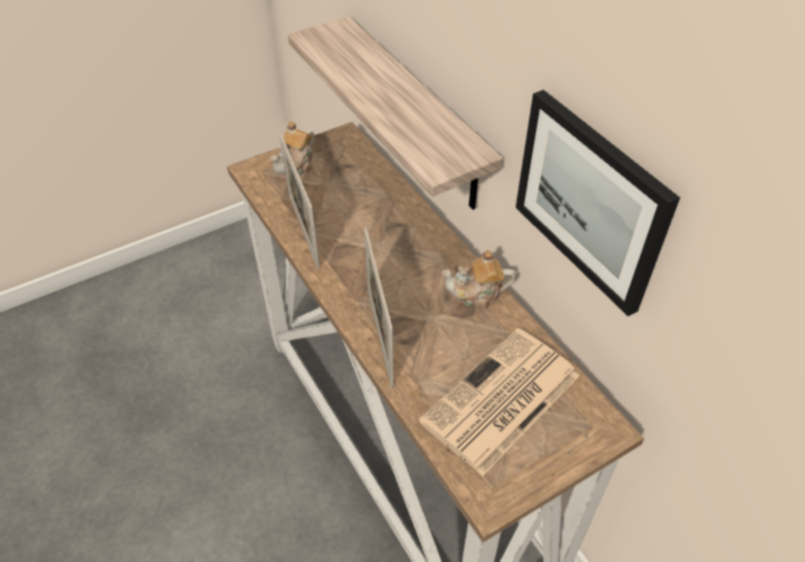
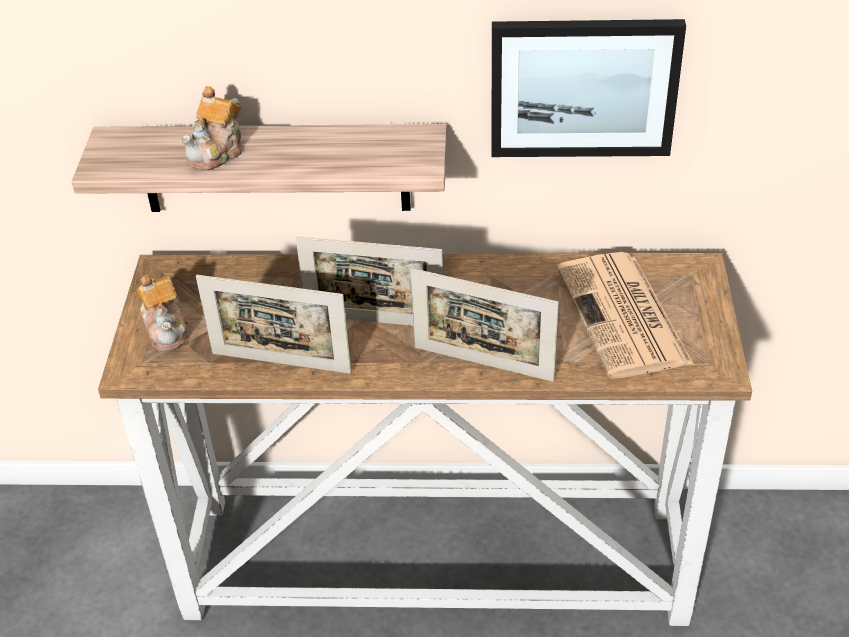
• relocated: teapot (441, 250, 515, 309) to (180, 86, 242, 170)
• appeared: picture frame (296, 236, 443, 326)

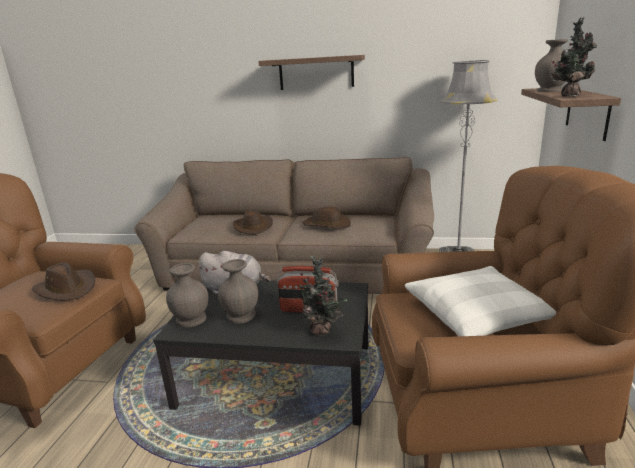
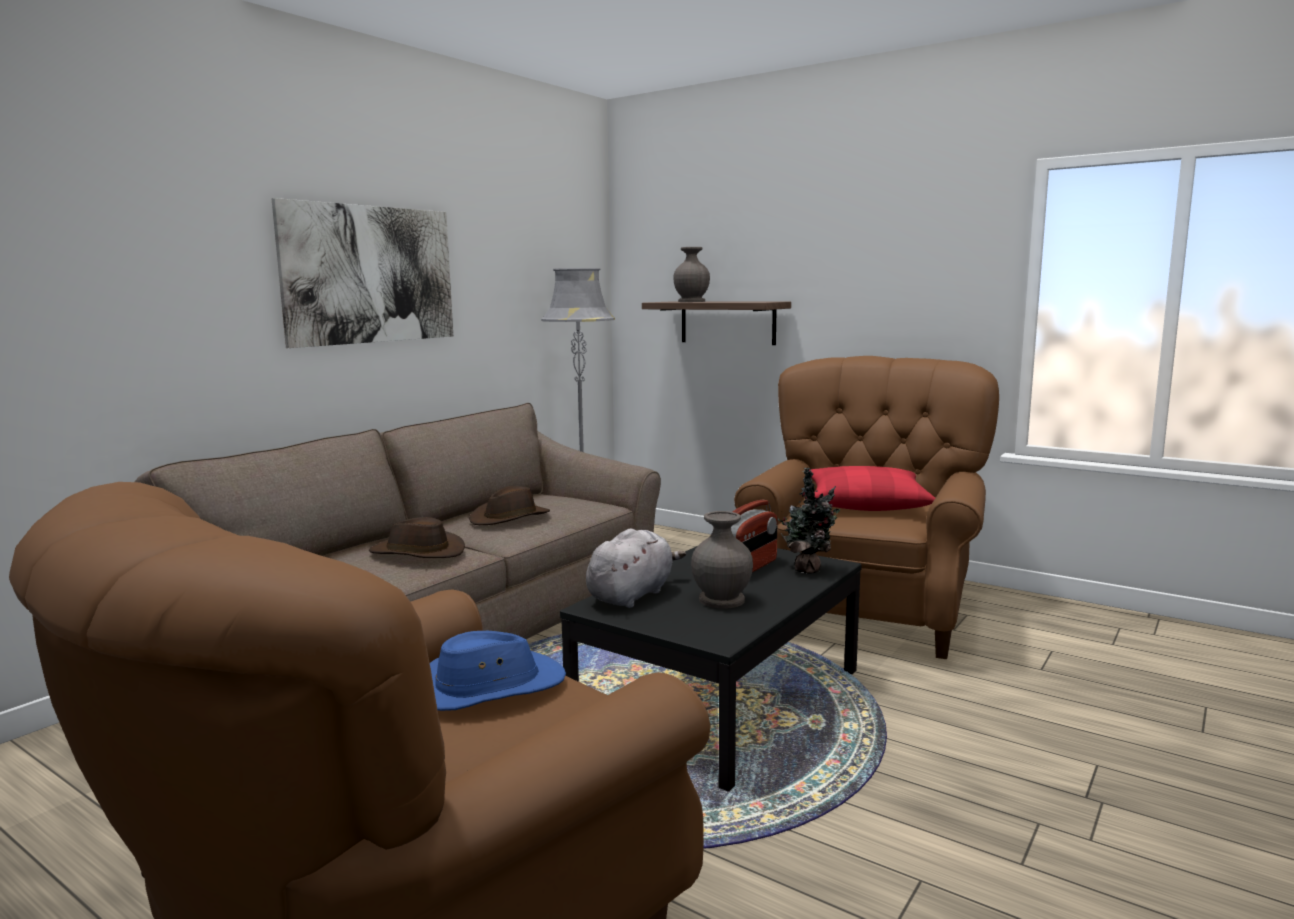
• missing: potted plant (550, 17, 598, 96)
• exchanged: shelf (258, 55, 365, 90) to picture (272, 198, 453, 348)
• colour: hat (brown) (32, 263, 95, 301) to hat (blue) (430, 631, 566, 711)
• missing: vase (grey) (166, 263, 208, 327)
• colour: pillow (white) (405, 266, 556, 336) to pillow (red) (809, 466, 935, 511)

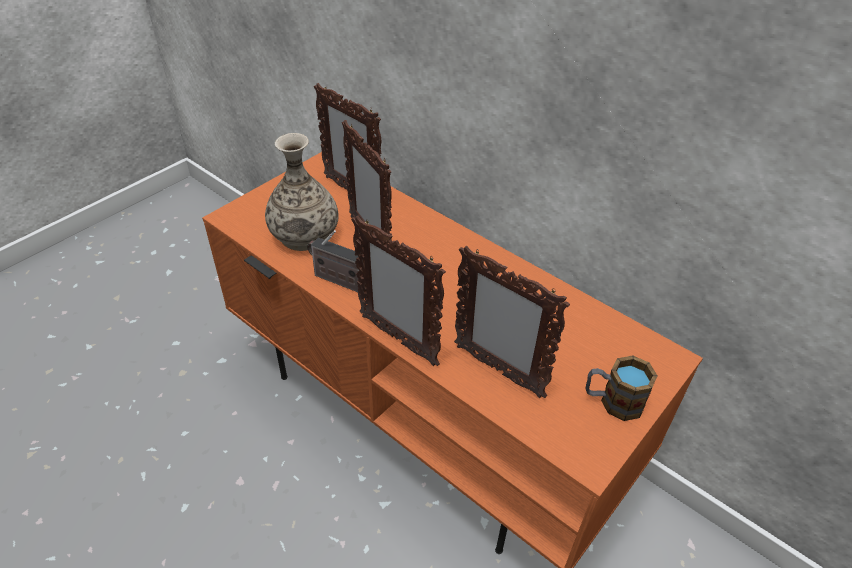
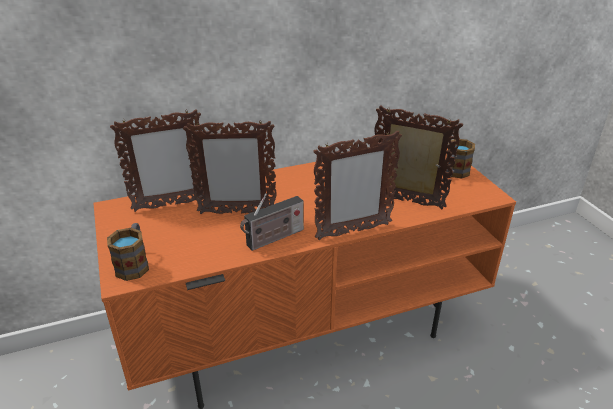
• missing: vase (265, 133, 339, 251)
• spun: picture frame (454, 246, 570, 398) = (375, 105, 463, 209) 135 degrees counterclockwise
• appeared: mug (107, 223, 149, 281)

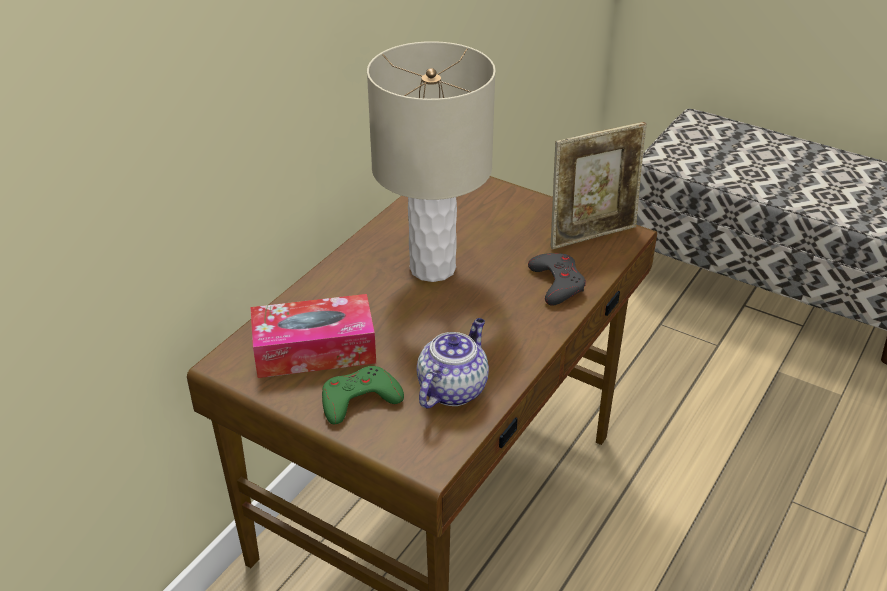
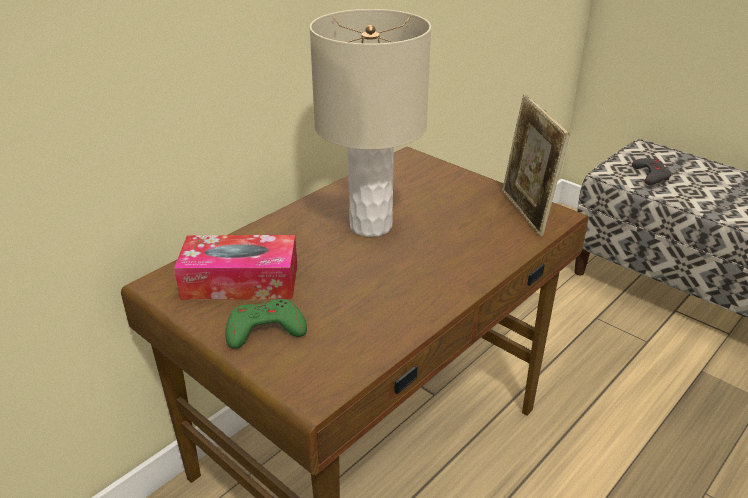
• spun: picture frame (551, 122, 647, 250) = (502, 94, 570, 236) 90 degrees clockwise
• relocated: game controller (grey) (528, 253, 586, 306) to (632, 158, 671, 185)
• missing: teapot (417, 318, 489, 408)

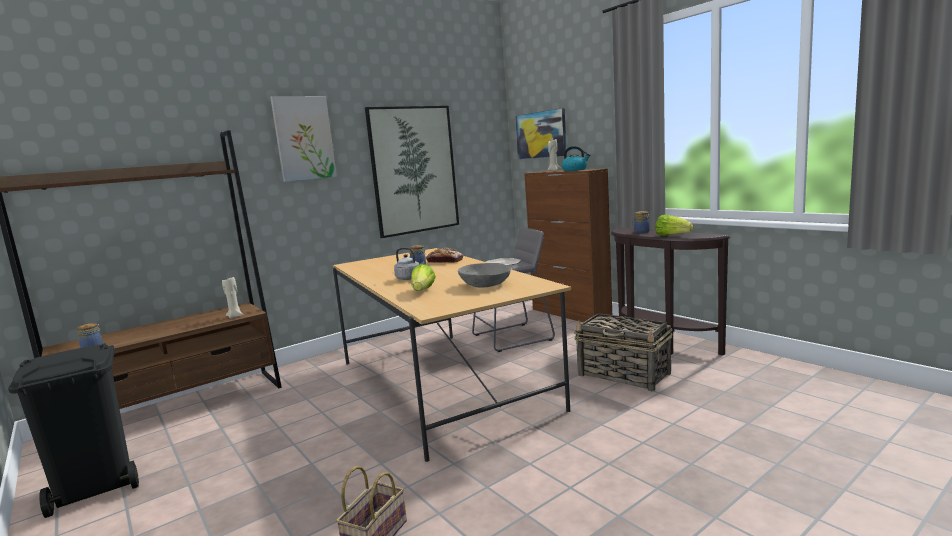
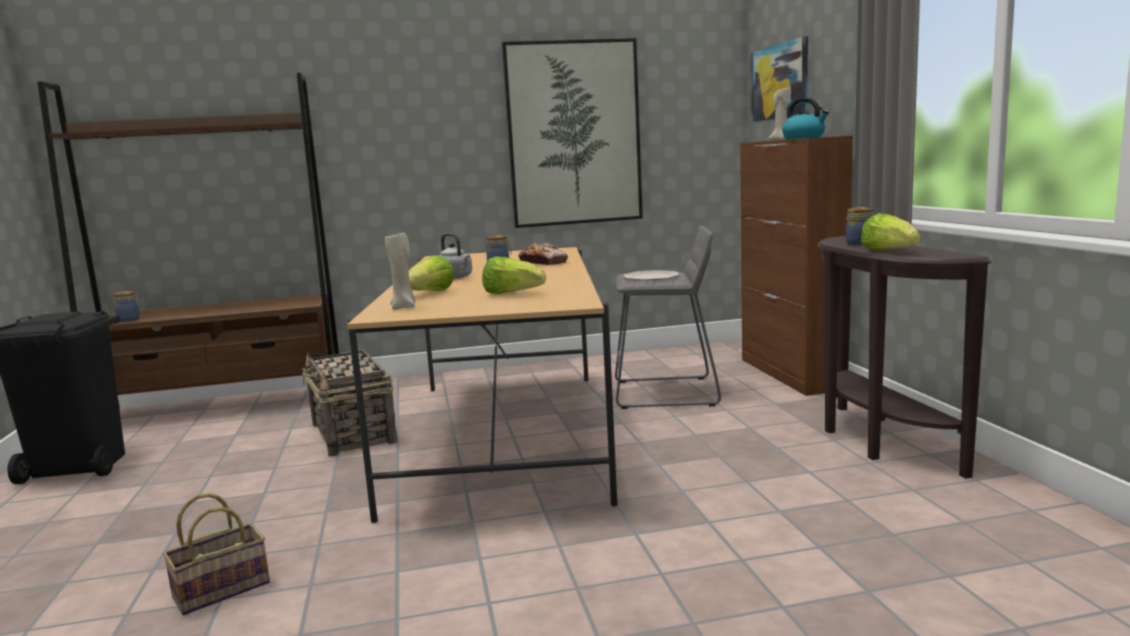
• missing: picture (270, 96, 337, 182)
• exchanged: bowl (grey) (458, 263, 511, 287) to lettuce (482, 256, 546, 294)
• relocated: candle (beige) (222, 277, 243, 319) to (385, 233, 416, 310)
• relocated: basket (574, 313, 672, 392) to (302, 350, 397, 456)

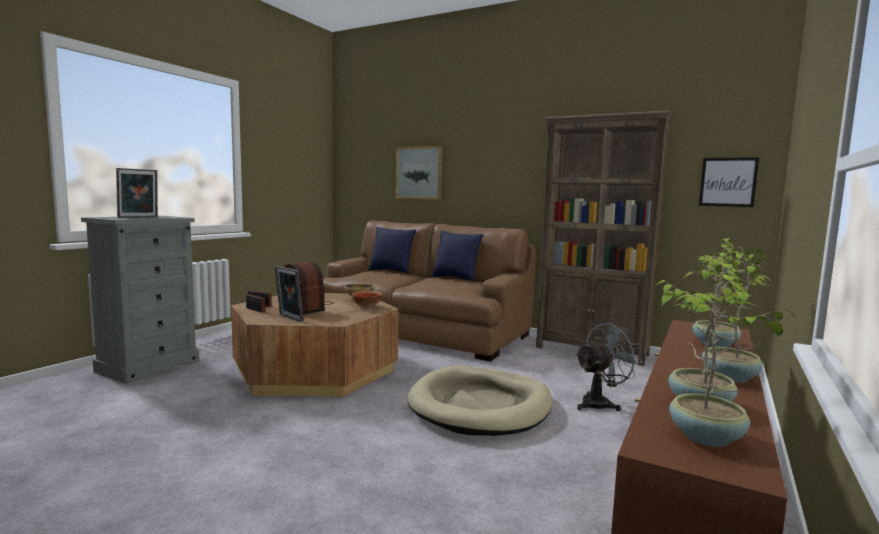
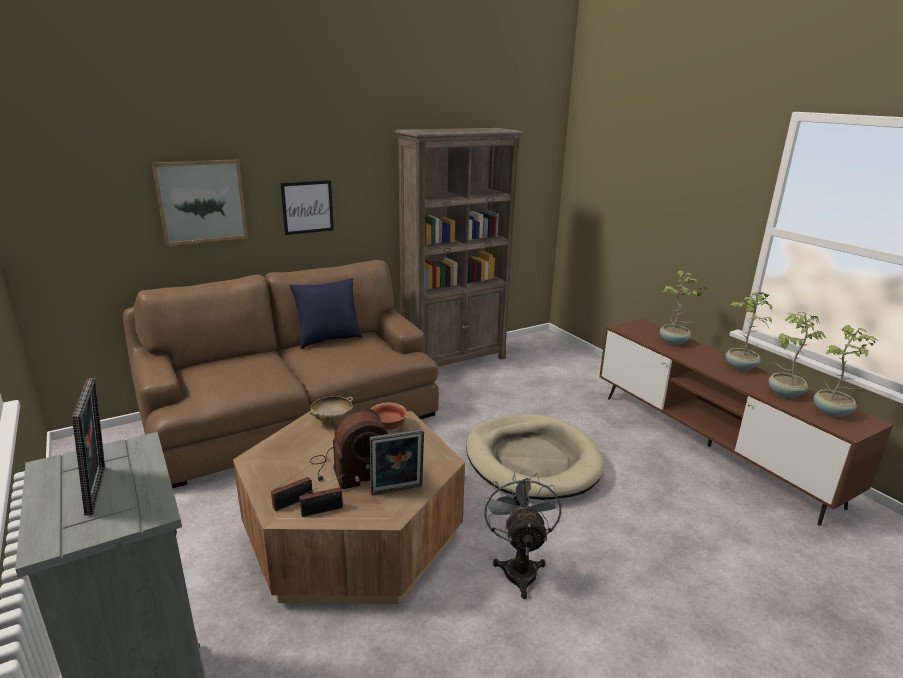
• relocated: picture (699, 157, 759, 207) to (280, 180, 334, 235)
• missing: pillow (blue) (369, 227, 416, 274)
• relocated: fan (grey) (575, 323, 643, 411) to (484, 471, 561, 599)

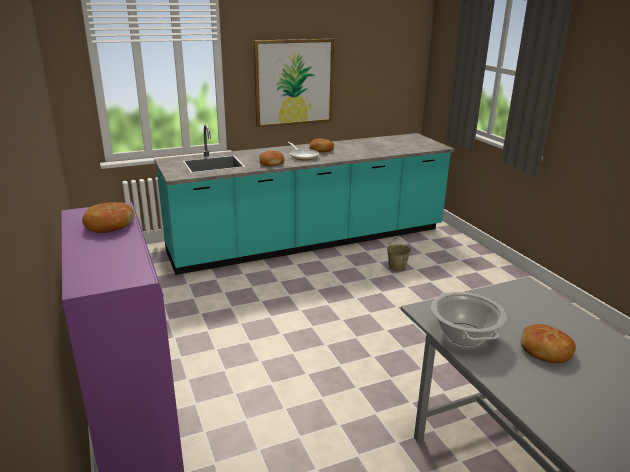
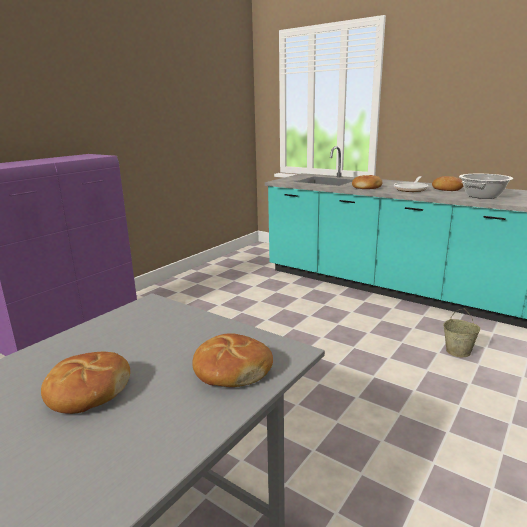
• missing: picture (254, 39, 334, 128)
• relocated: bread (82, 202, 134, 233) to (192, 333, 273, 387)
• relocated: cooking pot (431, 292, 507, 346) to (459, 174, 513, 199)

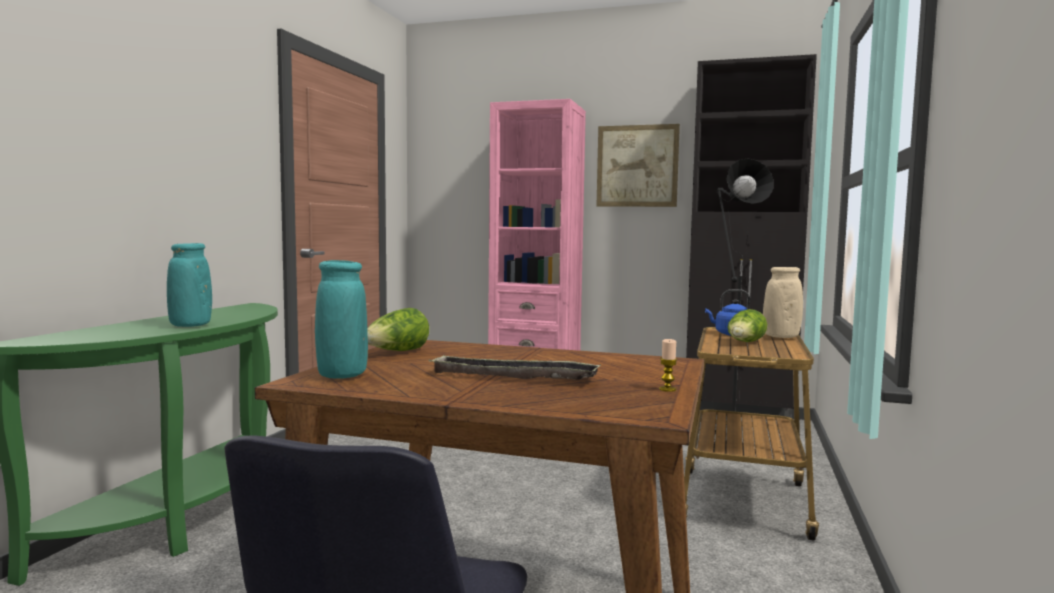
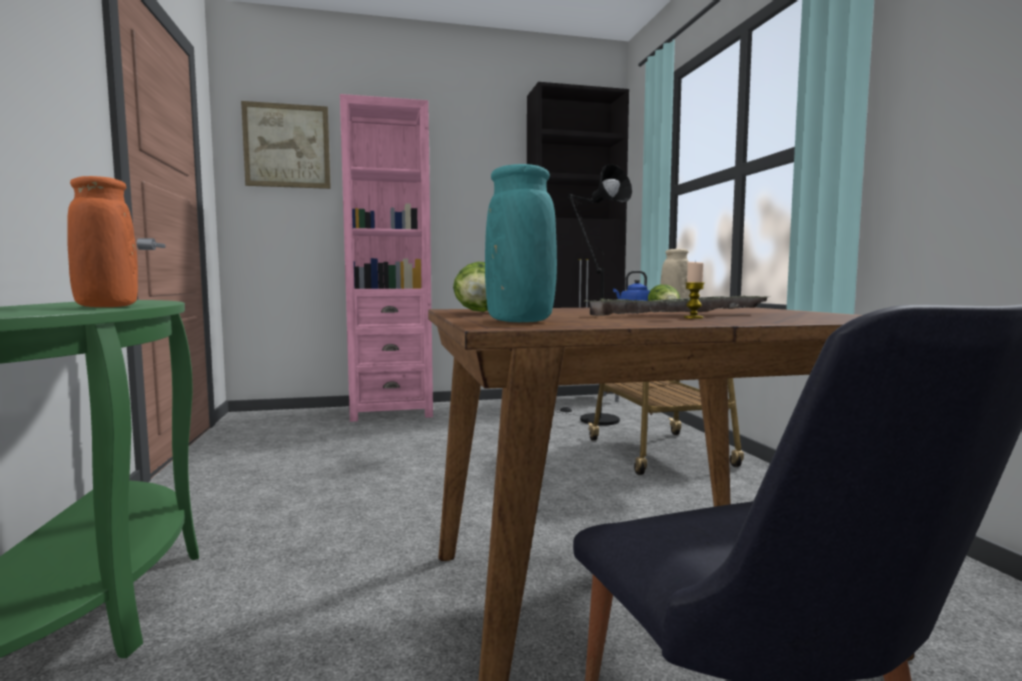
• relocated: picture (596, 124, 680, 207) to (241, 101, 331, 189)
• colour: vase (turquoise) (167, 243, 212, 327) to vase (orange) (67, 176, 138, 307)
• relocated: candle (659, 339, 678, 392) to (684, 261, 705, 319)

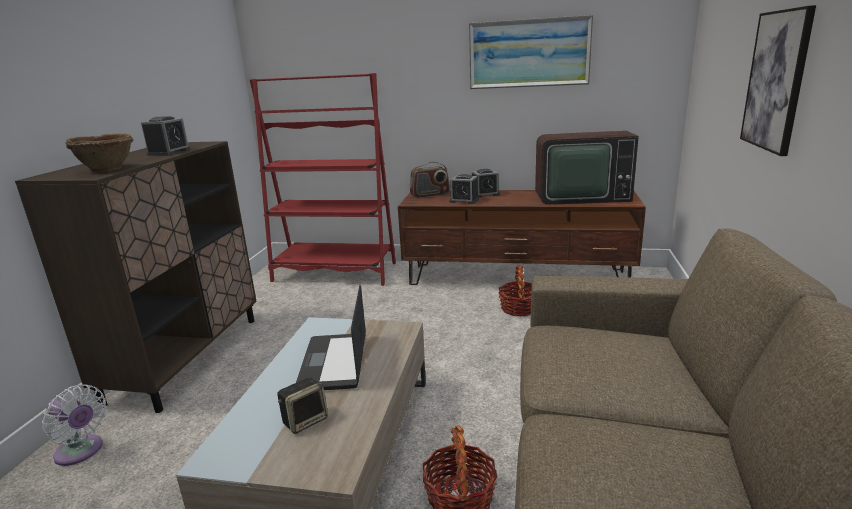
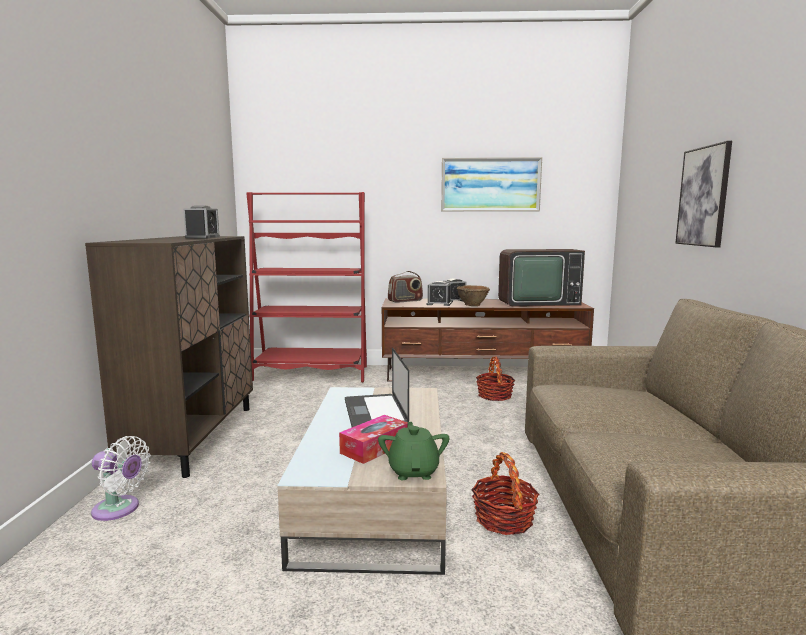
• relocated: bowl (brown) (66, 134, 133, 172) to (457, 285, 490, 306)
• exchanged: speaker (277, 377, 328, 434) to tissue box (339, 415, 408, 464)
• appeared: teapot (green) (378, 422, 449, 480)

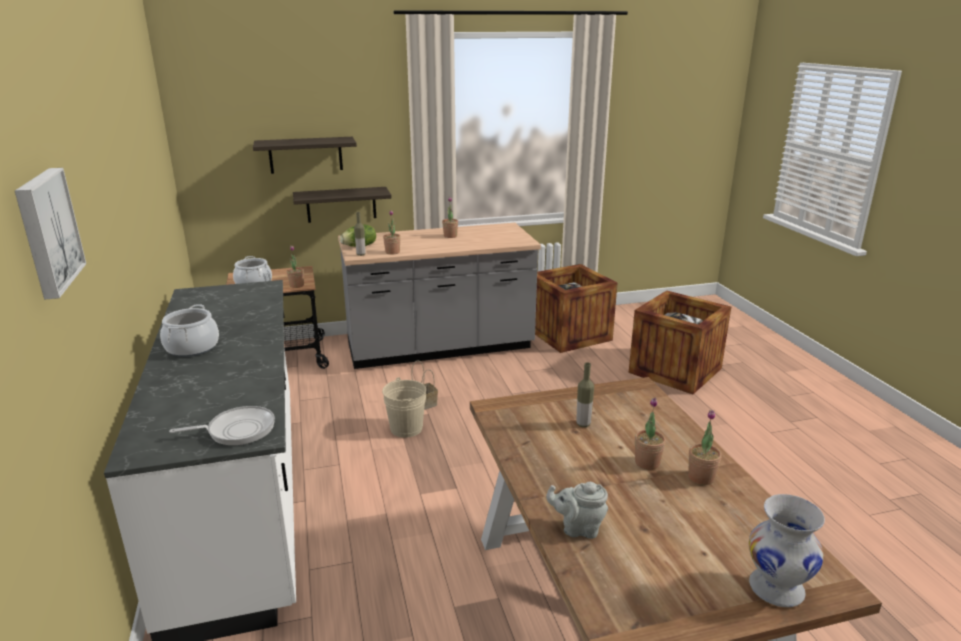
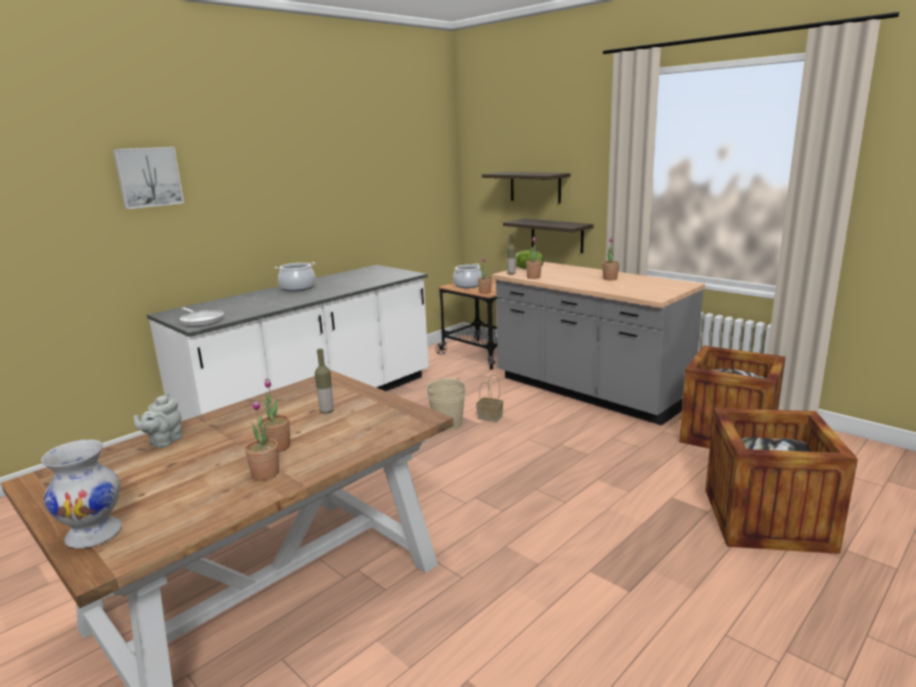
• spun: teapot (grey) (546, 482, 608, 539) = (133, 393, 182, 448) 135 degrees counterclockwise

